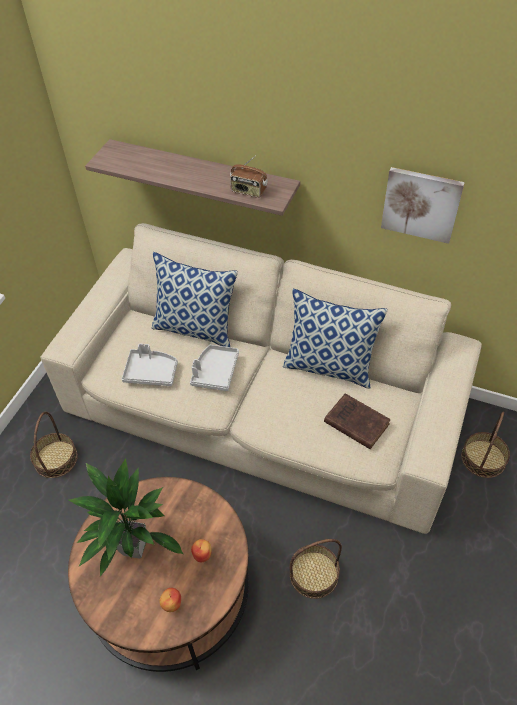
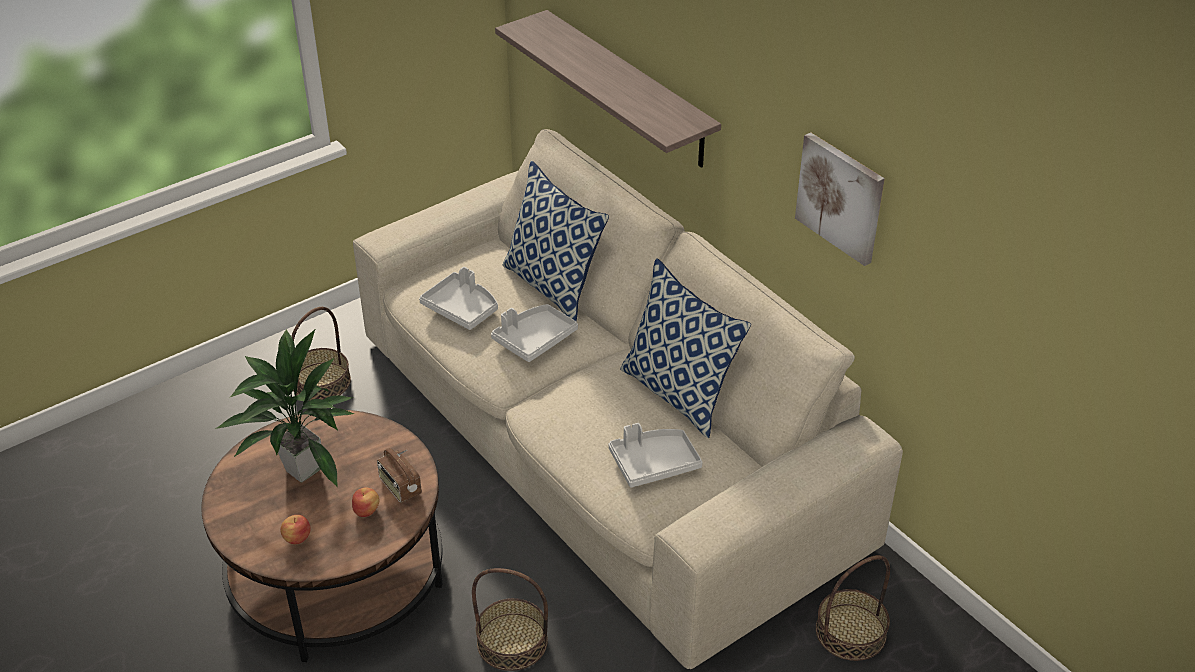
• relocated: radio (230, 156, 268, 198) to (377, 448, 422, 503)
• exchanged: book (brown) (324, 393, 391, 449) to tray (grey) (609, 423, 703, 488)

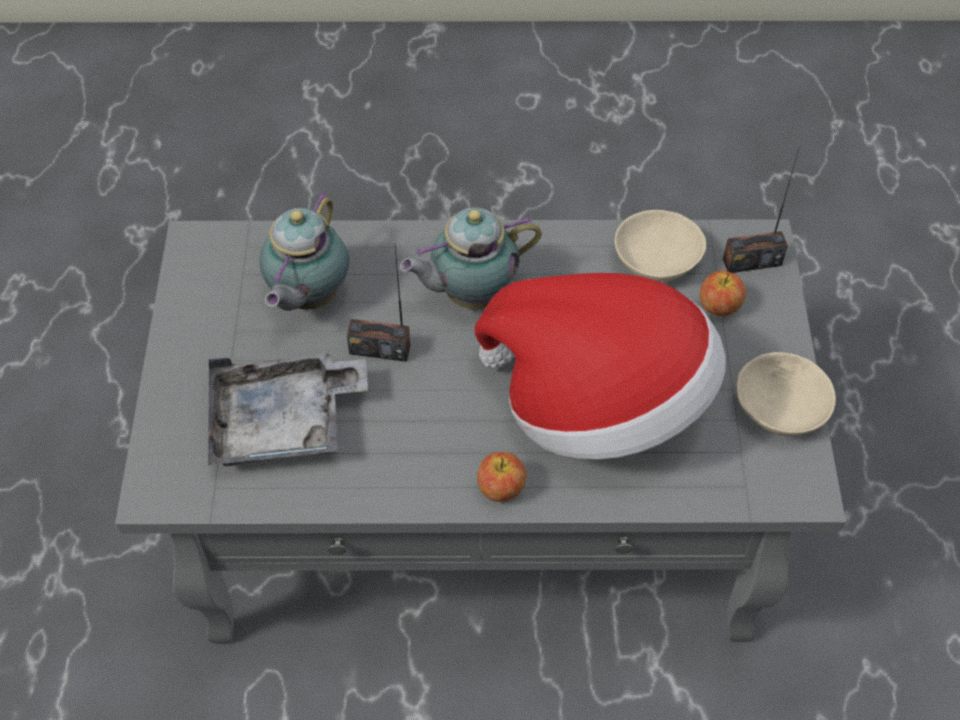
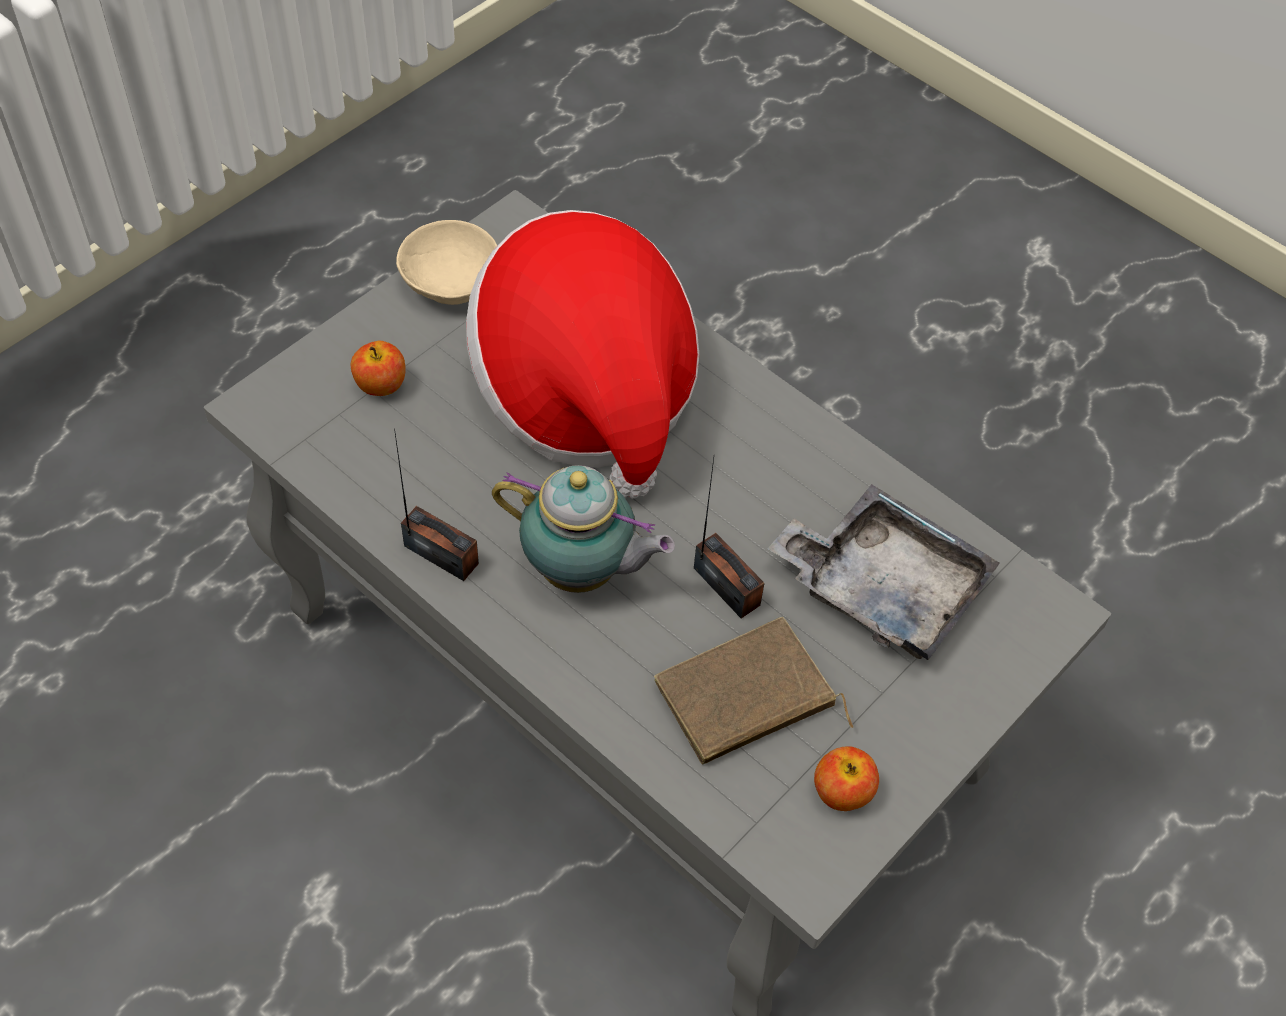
• relocated: radio (723, 149, 799, 273) to (394, 428, 479, 581)
• exchanged: teapot (259, 192, 349, 311) to book (brown) (654, 617, 853, 765)
• missing: bowl (beige) (614, 210, 706, 282)
• relocated: apple (477, 452, 527, 502) to (814, 746, 879, 811)

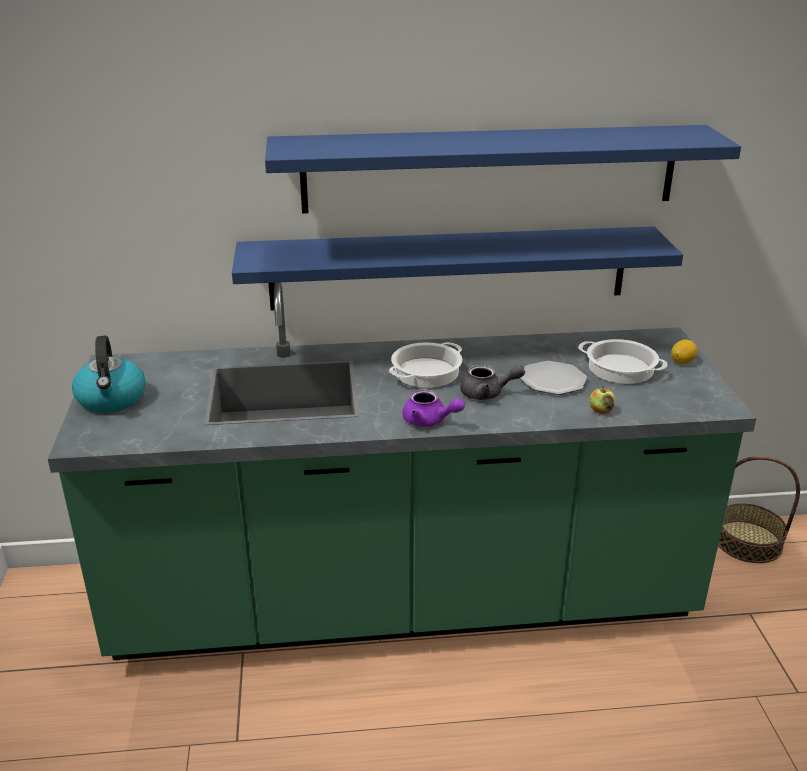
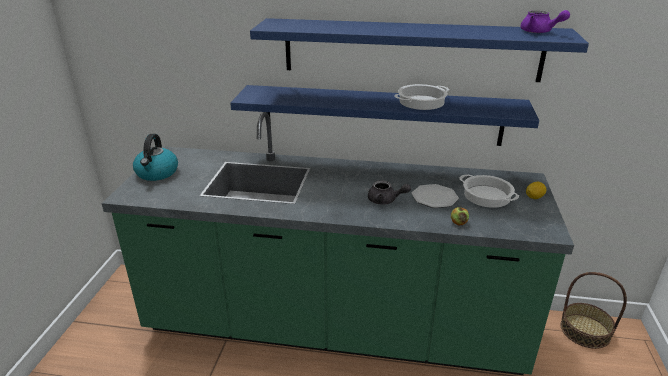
• relocated: cooking pot (389, 342, 462, 388) to (394, 84, 449, 110)
• relocated: teapot (purple) (402, 389, 465, 427) to (520, 10, 570, 33)

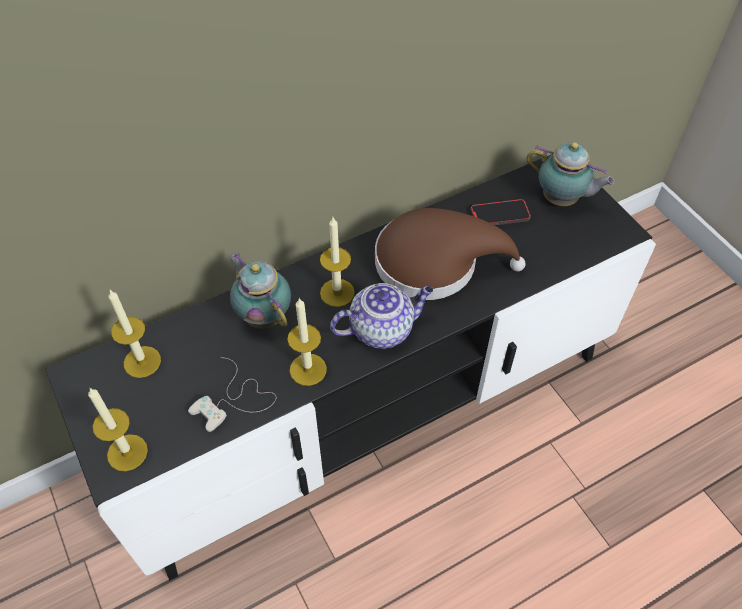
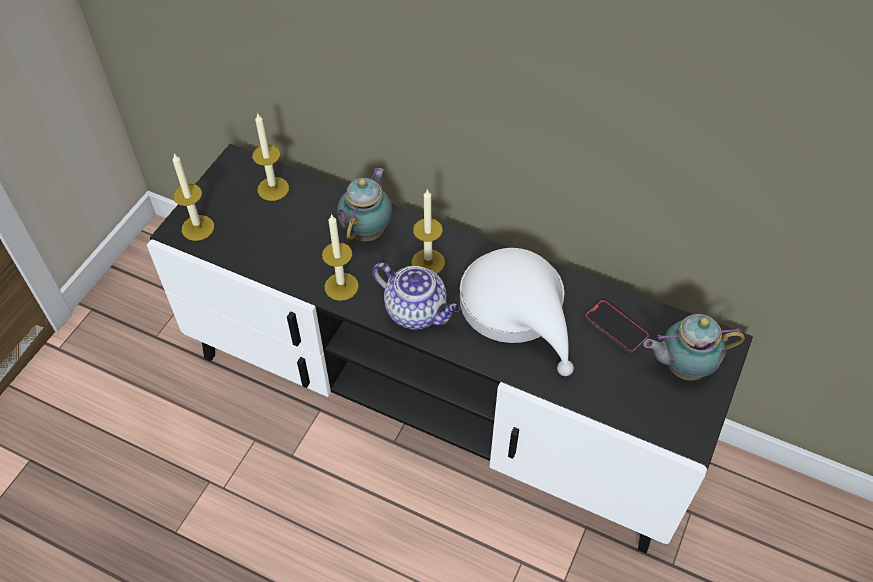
• spun: teapot (527, 142, 615, 206) = (643, 314, 745, 380) 90 degrees clockwise
• colour: hat (brown) (375, 208, 526, 300) to hat (white) (459, 248, 574, 376)
• missing: game controller (white) (188, 357, 276, 432)

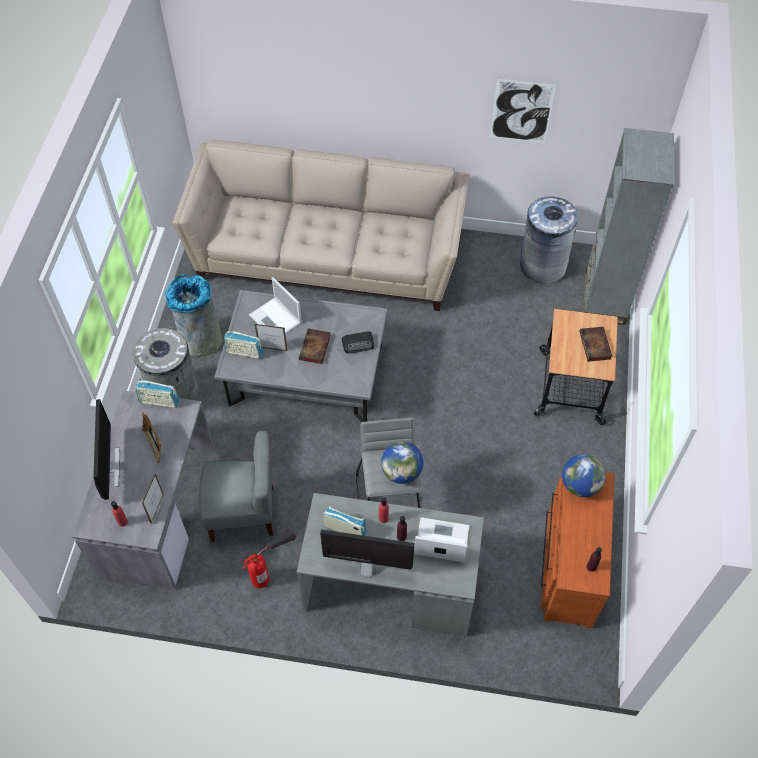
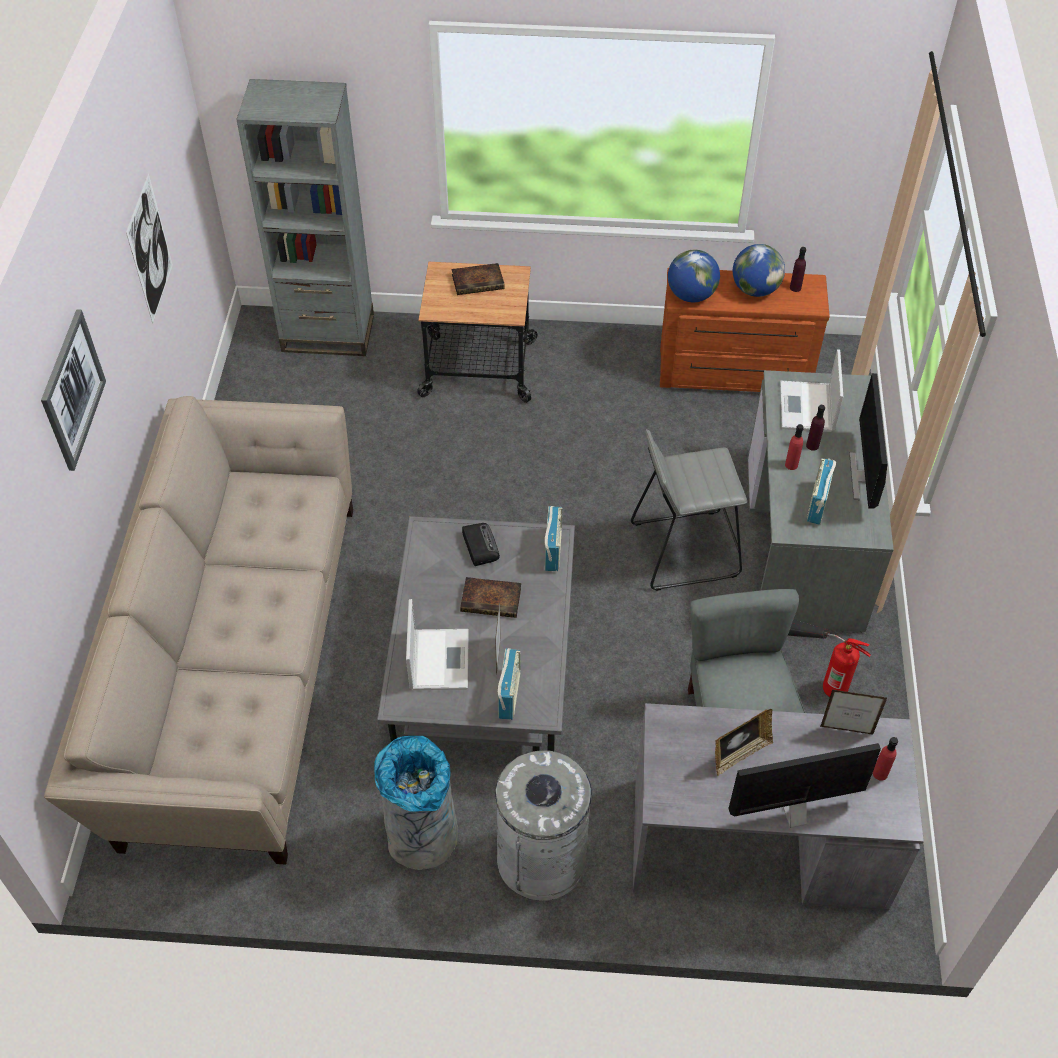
• missing: trash can (grey) (520, 196, 578, 284)
• spun: laptop (249, 277, 302, 334) = (406, 599, 469, 690) 45 degrees counterclockwise
• relocated: radio (136, 380, 179, 408) to (545, 506, 562, 571)
• relocated: globe (381, 441, 423, 484) to (733, 244, 785, 297)
• appeared: picture (41, 309, 106, 471)

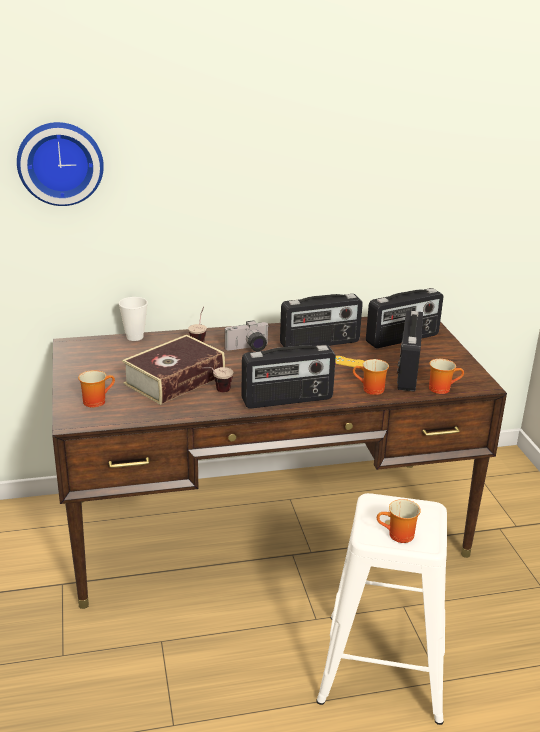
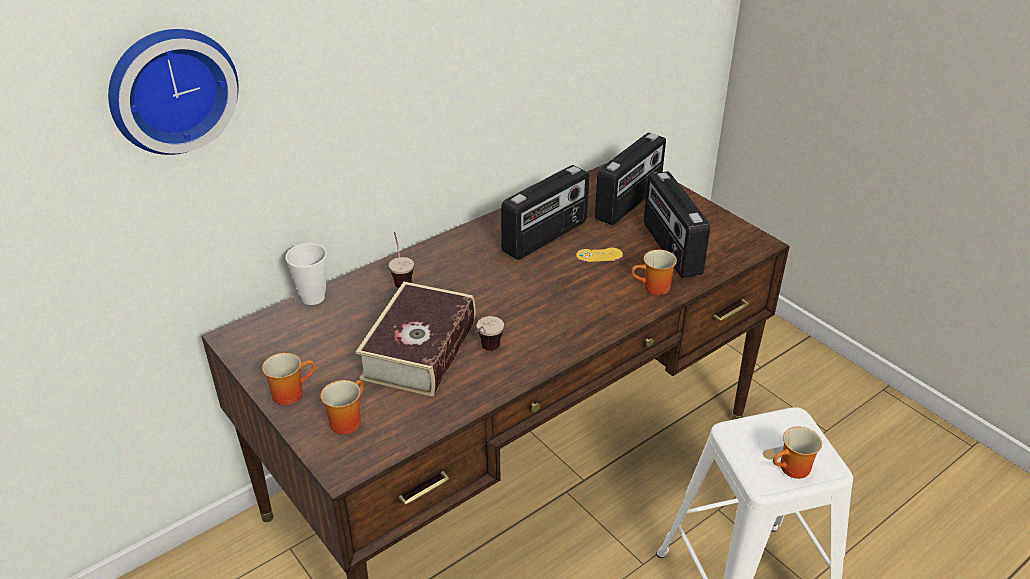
• missing: photo camera (225, 320, 269, 351)
• missing: radio (241, 345, 336, 409)
• relocated: mug (429, 359, 464, 394) to (262, 353, 315, 405)

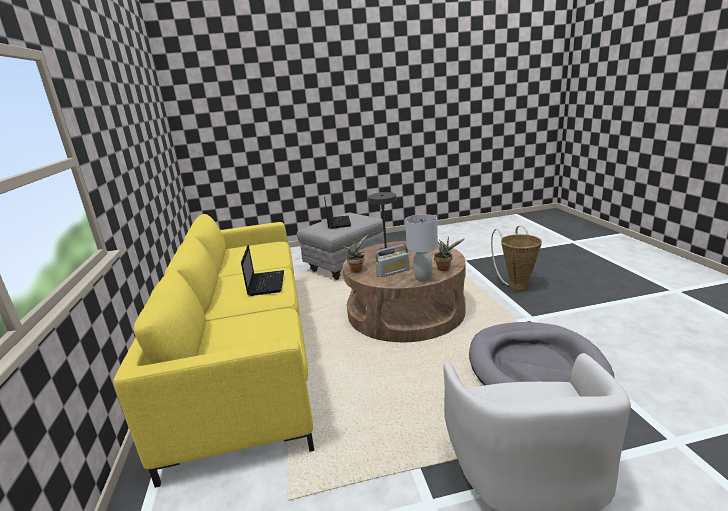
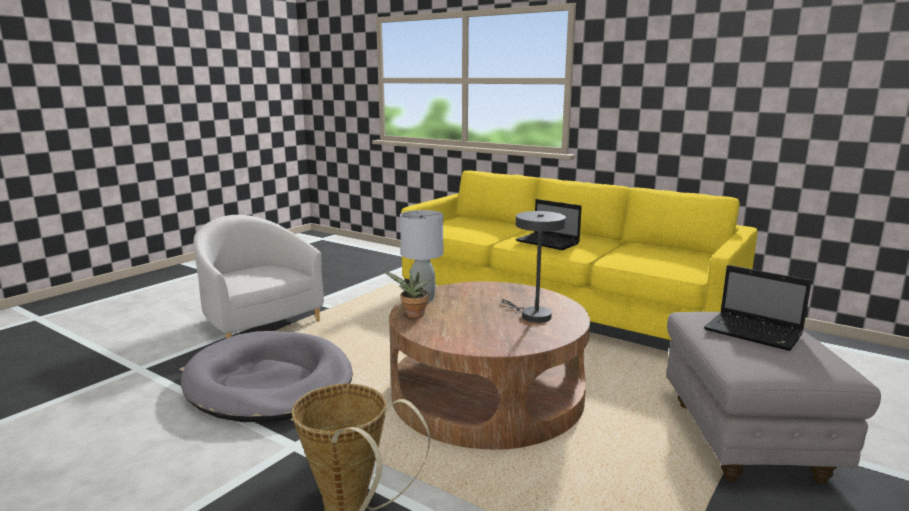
• missing: potted plant (342, 235, 368, 273)
• missing: radio (375, 244, 409, 277)

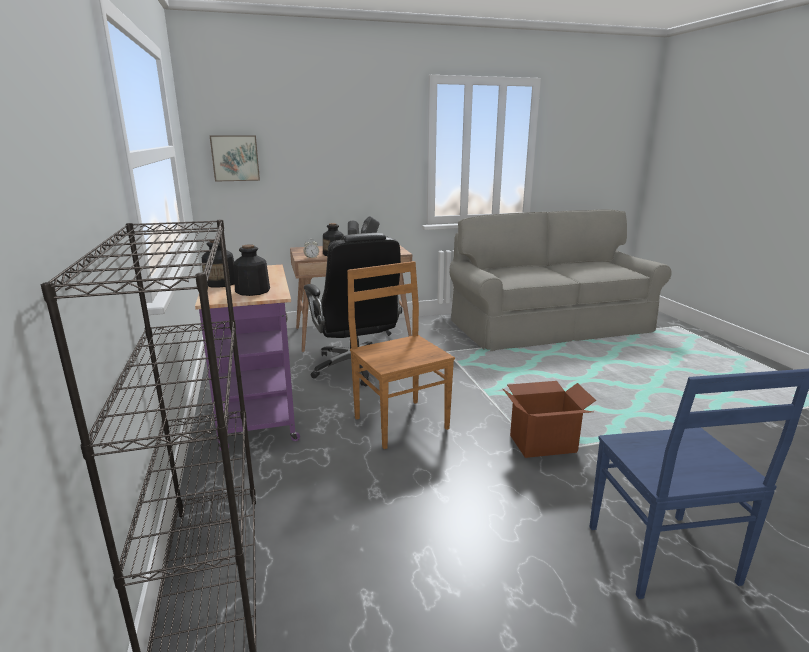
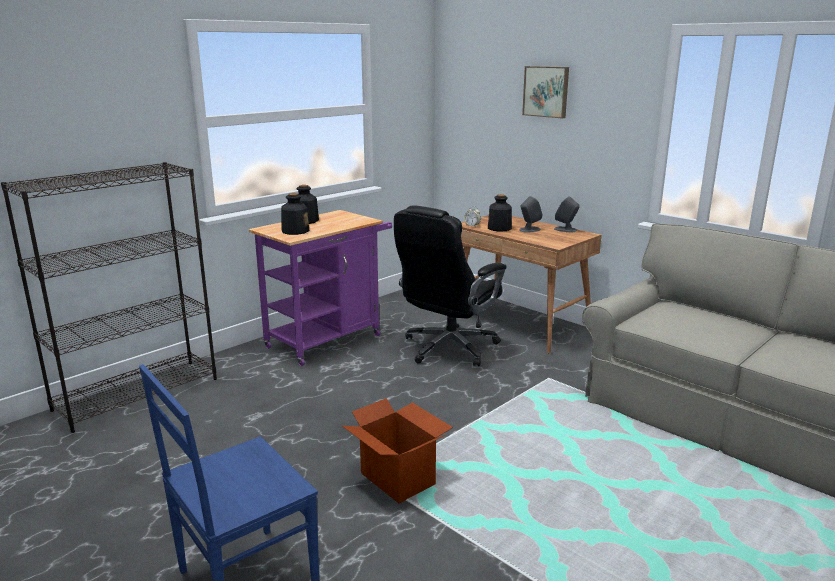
• relocated: picture (209, 135, 260, 182) to (522, 66, 569, 118)
• missing: chair (brown) (347, 261, 455, 449)

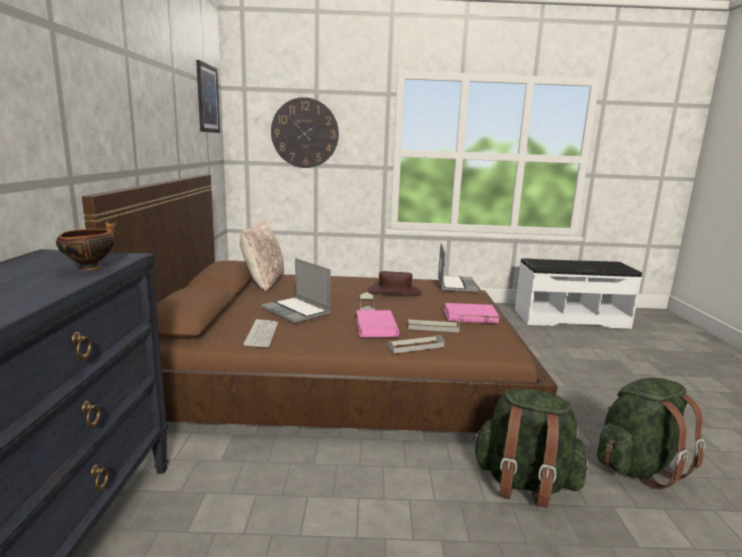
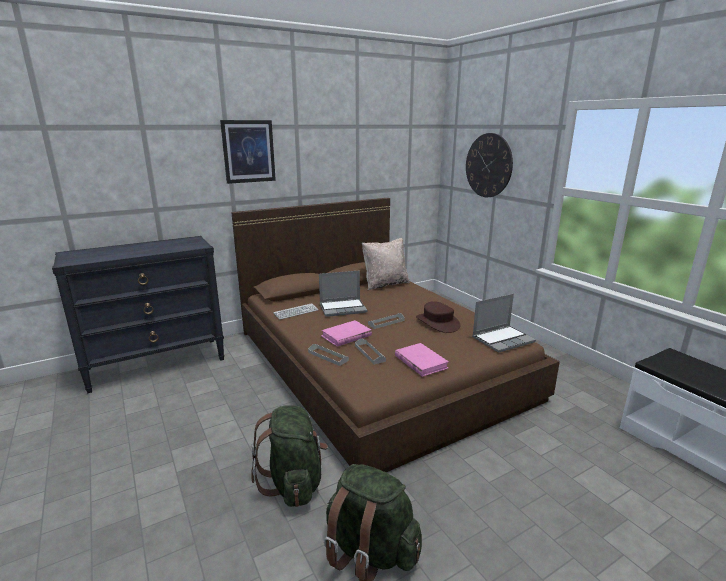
• relocated: picture (196, 60, 220, 133) to (220, 120, 276, 184)
• missing: bowl (56, 221, 121, 271)
• spun: laptop (261, 258, 331, 324) = (319, 270, 367, 317) 120 degrees counterclockwise

